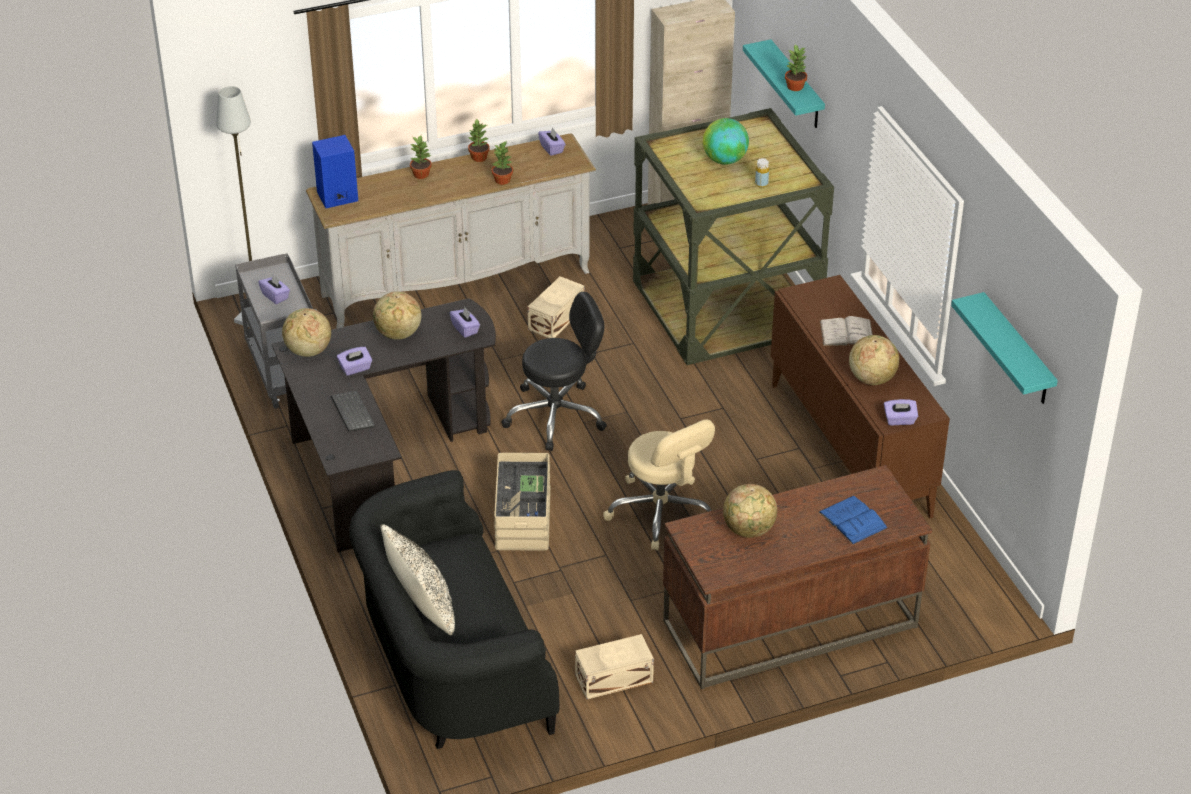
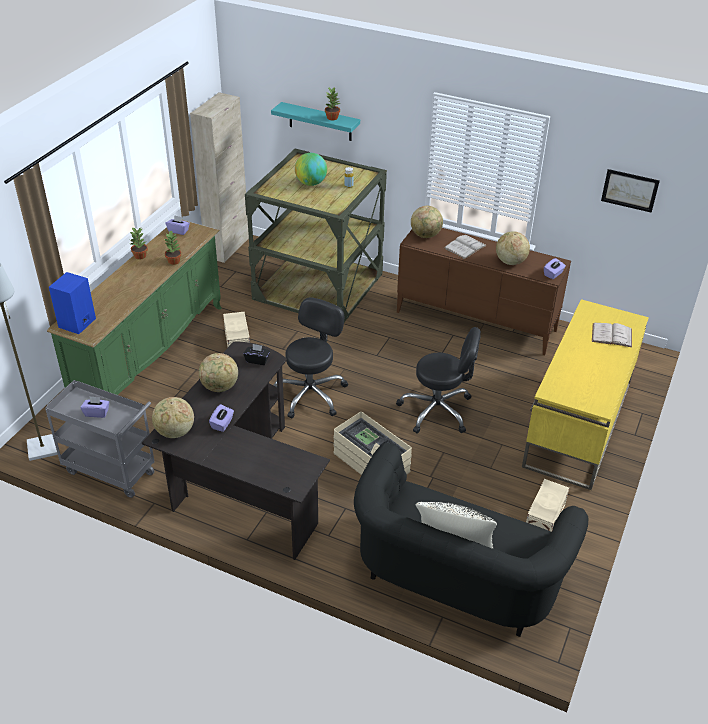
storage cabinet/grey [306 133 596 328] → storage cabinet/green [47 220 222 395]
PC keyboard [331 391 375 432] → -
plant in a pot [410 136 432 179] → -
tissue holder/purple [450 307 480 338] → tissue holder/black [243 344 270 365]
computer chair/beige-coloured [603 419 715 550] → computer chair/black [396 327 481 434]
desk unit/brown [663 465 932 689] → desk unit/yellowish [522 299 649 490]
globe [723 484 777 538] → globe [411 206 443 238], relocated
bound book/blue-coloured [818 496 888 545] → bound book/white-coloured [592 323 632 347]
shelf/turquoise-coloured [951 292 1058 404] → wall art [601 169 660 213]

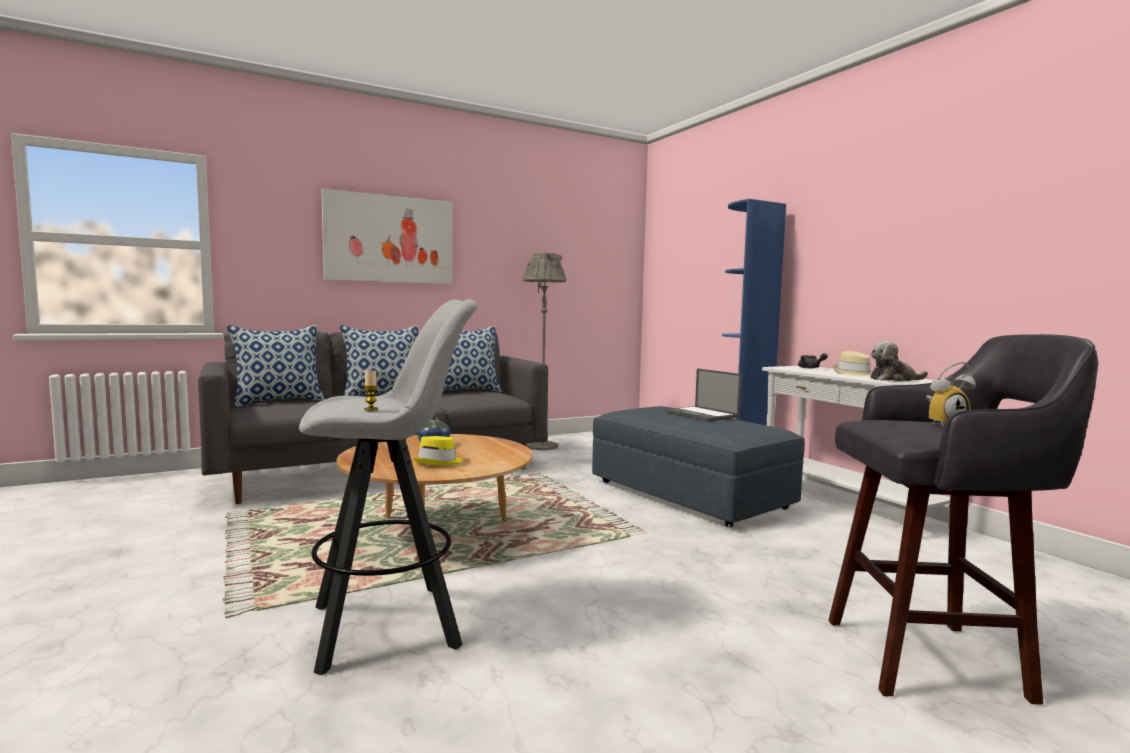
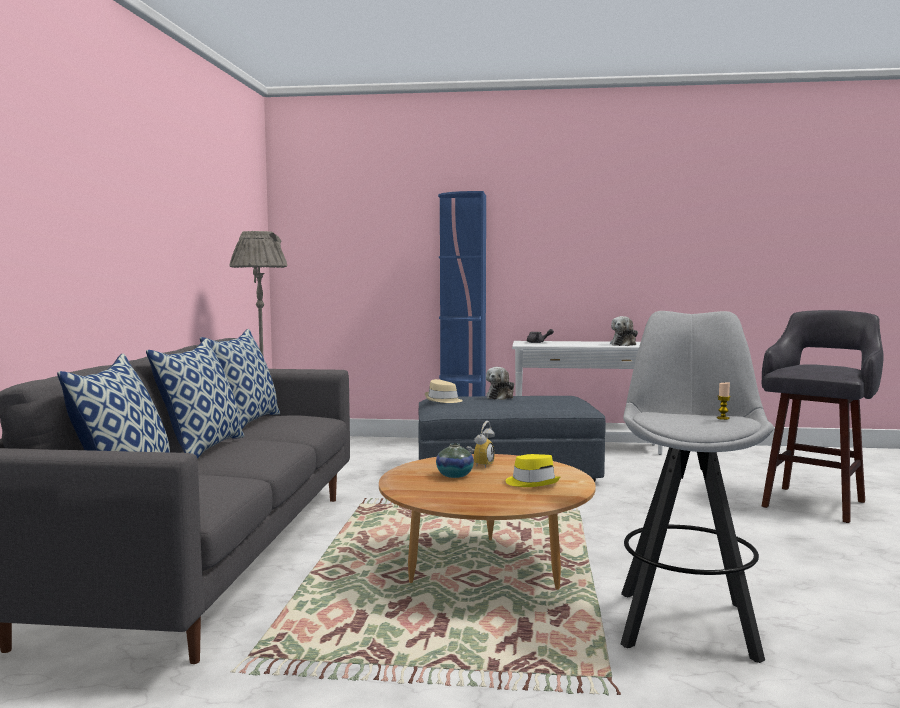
wall art [321 189 453 284] → -
laptop [665 368 742 422] → cuddly toy [486 367 514 400]
hat/beige-coloured [833 351 872 376] → hat/beige-coloured [425 379 463 403], relocated
alarm clock [925 362 976 427] → alarm clock [466 421 495 468], relocated

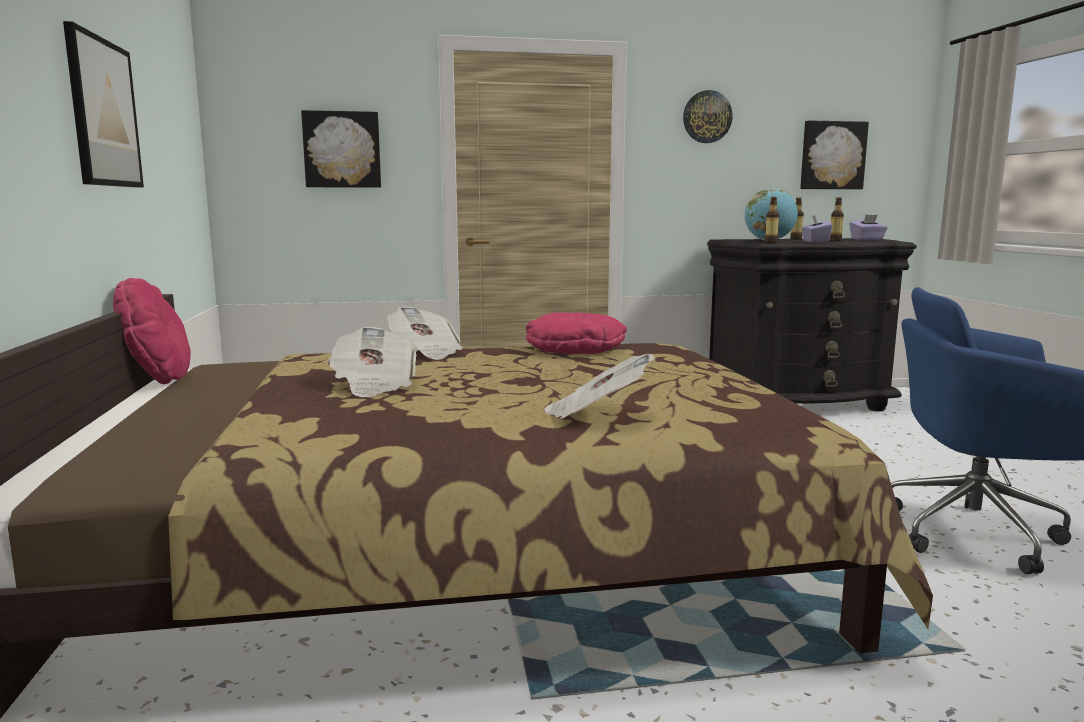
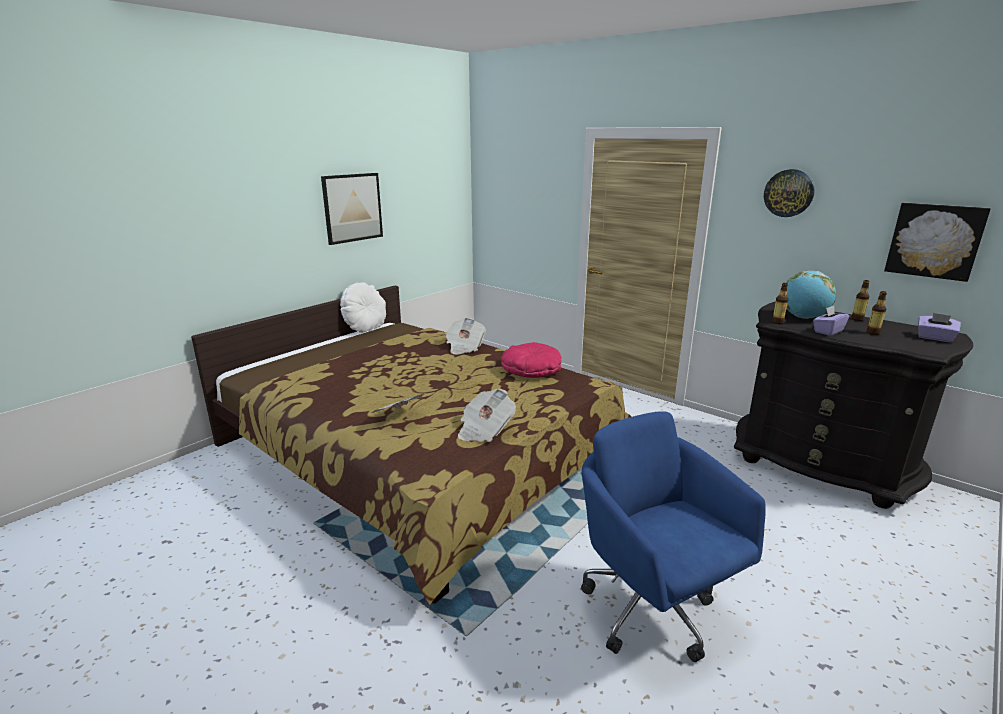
throw pillow/pink [113 278 191 384] → throw pillow/white-coloured [340 283 386 333]
wall art [301 110 381 188] → -
daily paper [328 327 417 397] → daily paper [458 389 516 442], relocated

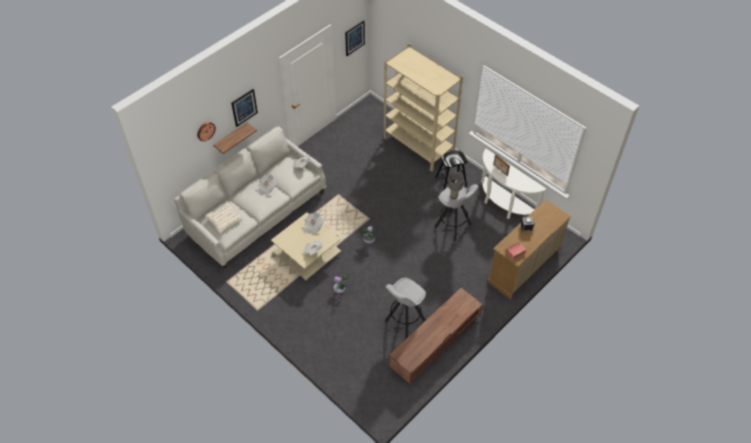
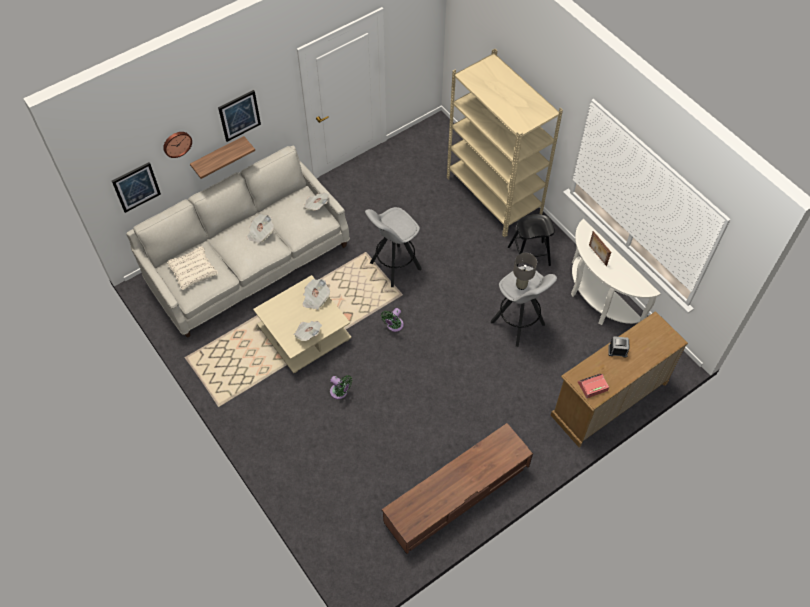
wall art [345 20 365 56] → wall art [112 162 161 213], relocated
sitting stool/grey [385 278 426 339] → sitting stool/grey [365 207 422 287], relocated

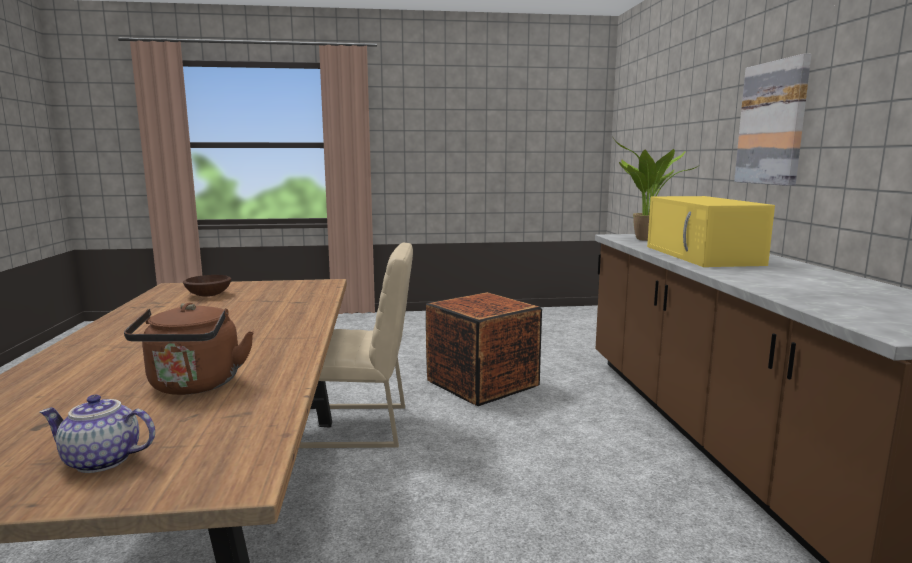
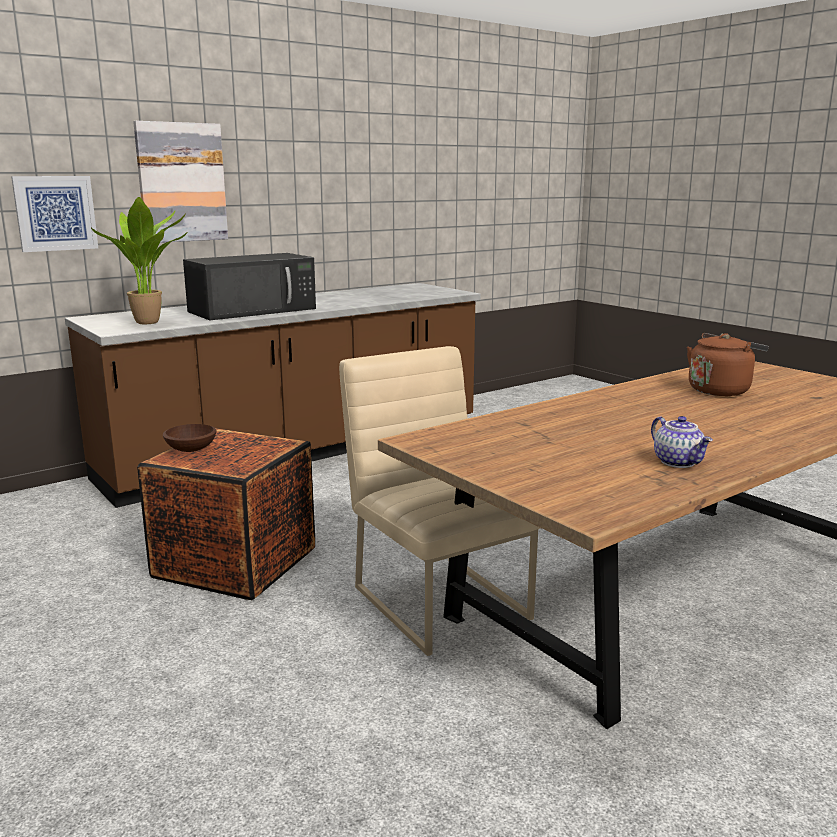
teapot [40 395 155 473] → teapot [651 416 713 468], relocated
bowl/brown [183 275 231 297] → bowl/brown [163 424 217 452], relocated
microwave oven/yellowish [647 196 775 267] → microwave oven/black [183 253 316 320]
- → wall art [11 176 98 252]

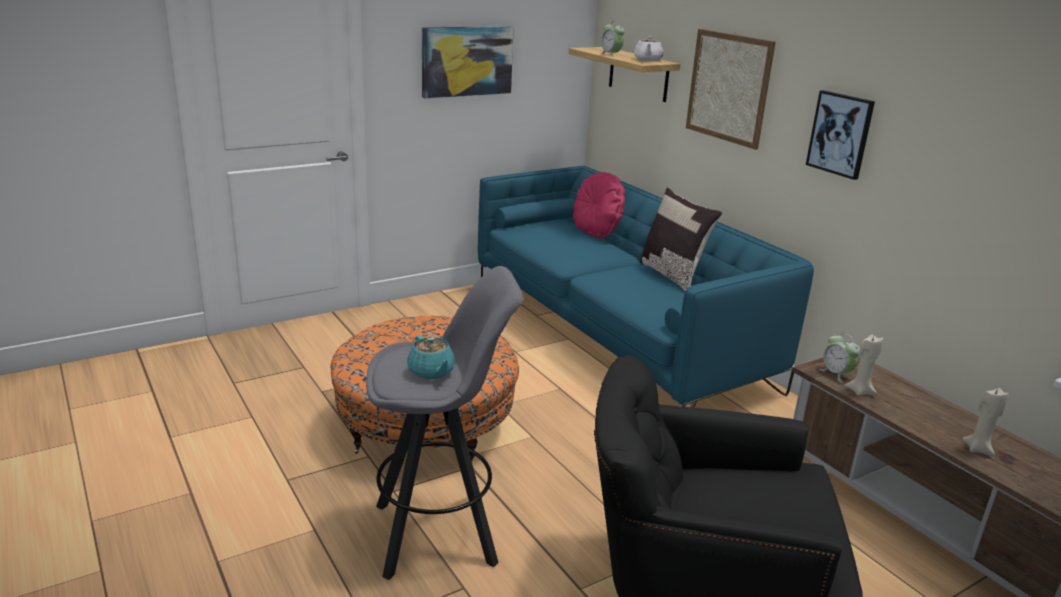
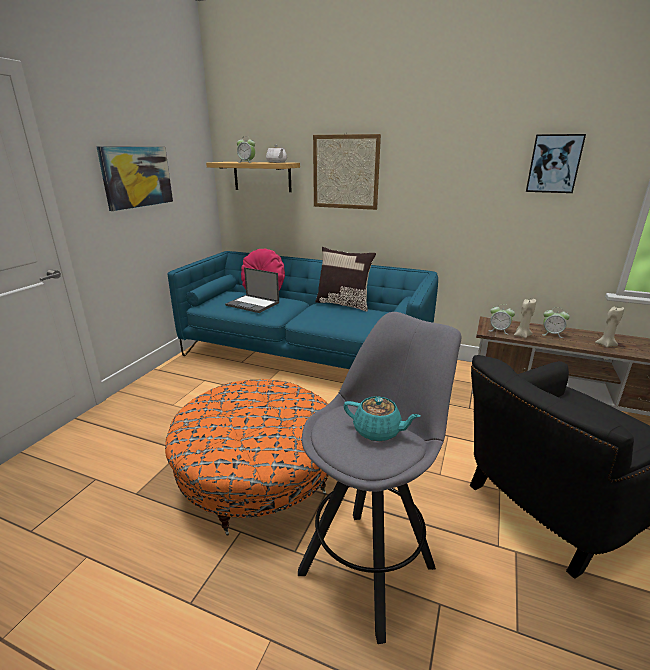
wall art [806 90 875 180] → wall art [526 134 586 193], relocated
- → laptop [225 267 279 313]
- → alarm clock [543 307 570 338]

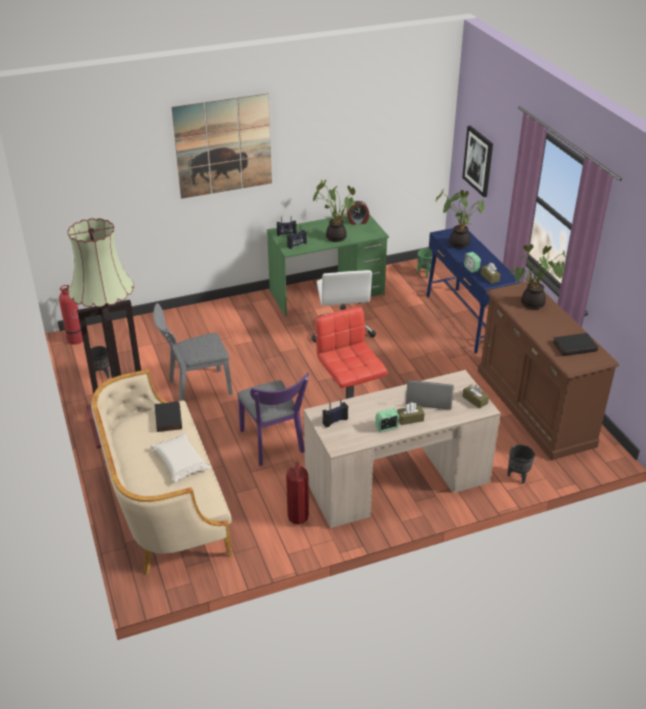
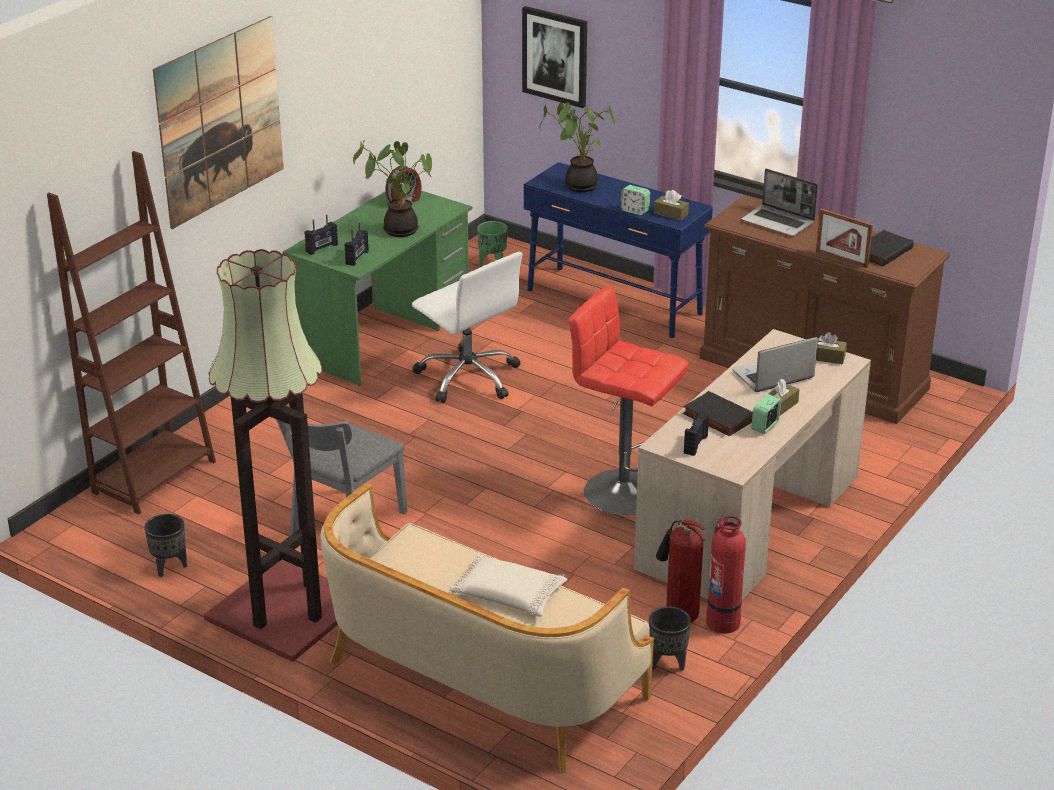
fire-fighting cylinder [59 285 83 345] → fire-fighting cylinder [706 516 746 634], relocated
bound book/black [155 401 182 432] → bound book/black [683 391 753 436], relocated
plain chair/purple [237 372 309 466] → -
planter/black [507 445 535 484] → planter/black [649 607 691 671], relocated
plant in a pot [510 244 568 309] → laptop [741 169 818 236]
- → bookcase/brown [47 151 216 514]
- → picture frame [816 209 873 268]

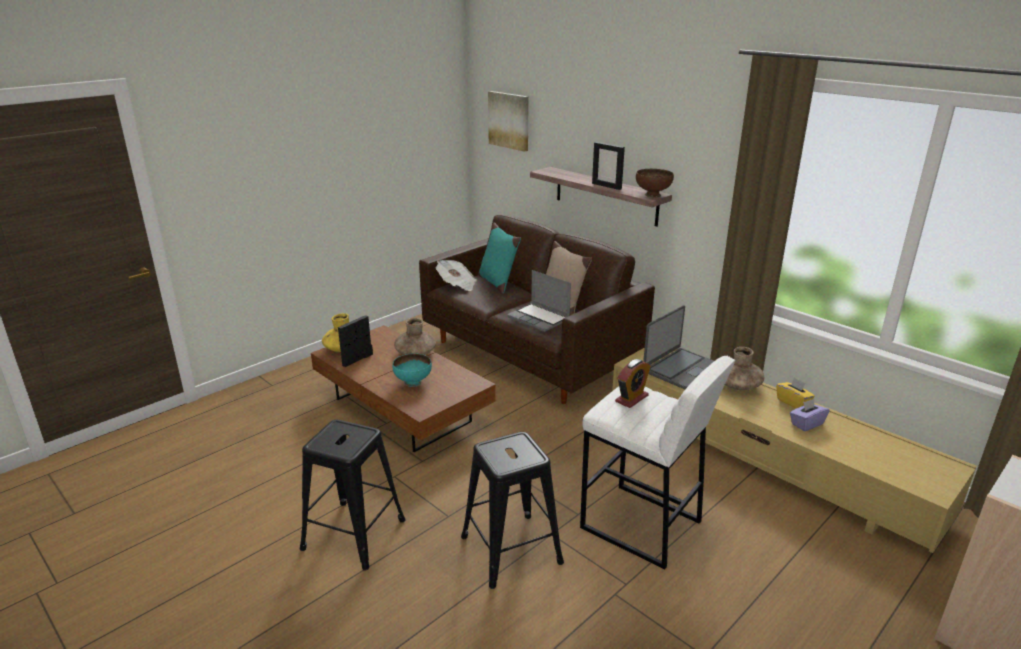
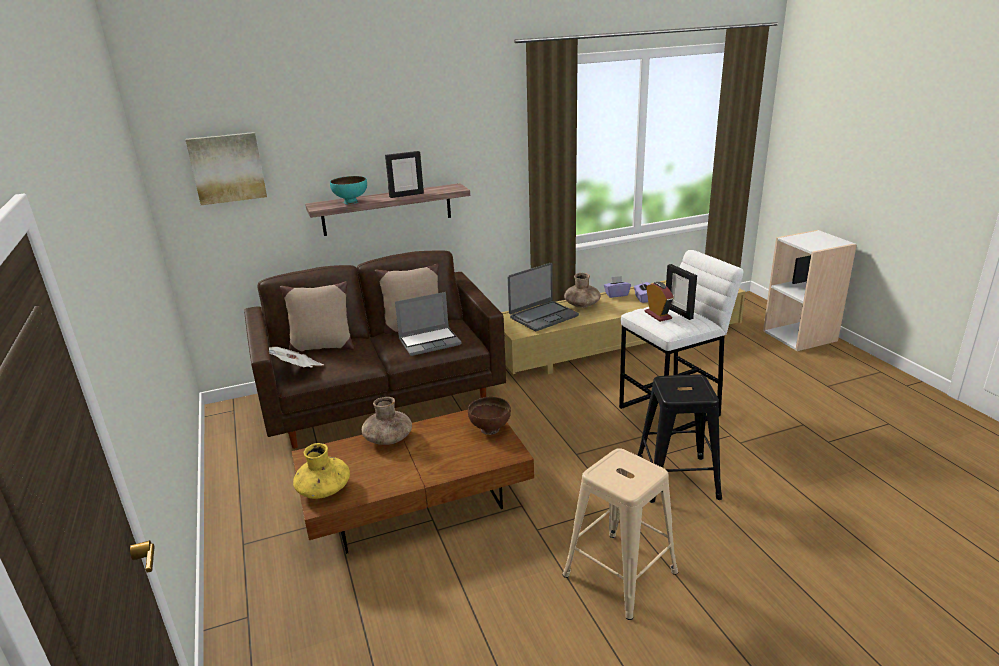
sitting stool/black [300 420 406 571] → sitting stool/beige-coloured [563 448 678 620]
picture frame [338 315 373 367] → picture frame [666 264 697 320], relocated
bowl/turquoise-coloured [393 353 432 387] → bowl/turquoise-coloured [330 176 367 204], relocated
throw pillow/turquoise-coloured [478 222 521 295] → throw pillow/beige-coloured [280 281 354 352]
bowl/brown [636 169 674 197] → bowl/brown [468 397 511 435], relocated
laptop [643 305 714 389] → laptop [508 263 579 331], 75 degrees clockwise
tissue holder/yellowish [776 377 815 409] → tissue holder/purple [604 276 631 298]

